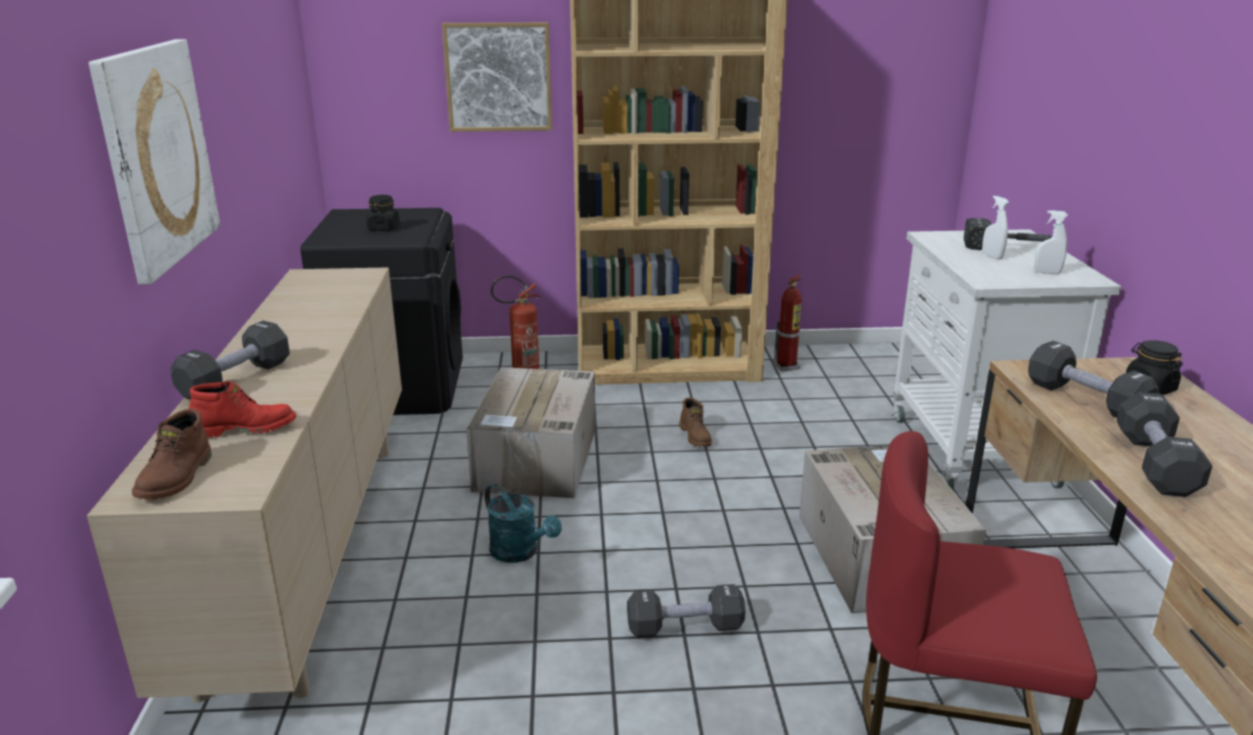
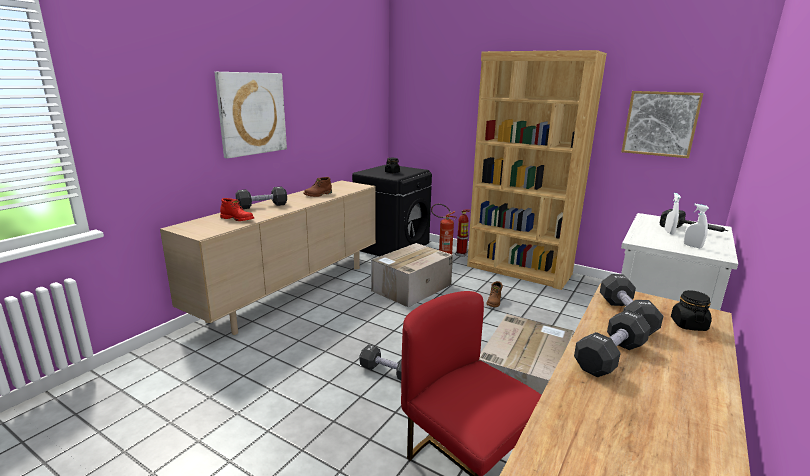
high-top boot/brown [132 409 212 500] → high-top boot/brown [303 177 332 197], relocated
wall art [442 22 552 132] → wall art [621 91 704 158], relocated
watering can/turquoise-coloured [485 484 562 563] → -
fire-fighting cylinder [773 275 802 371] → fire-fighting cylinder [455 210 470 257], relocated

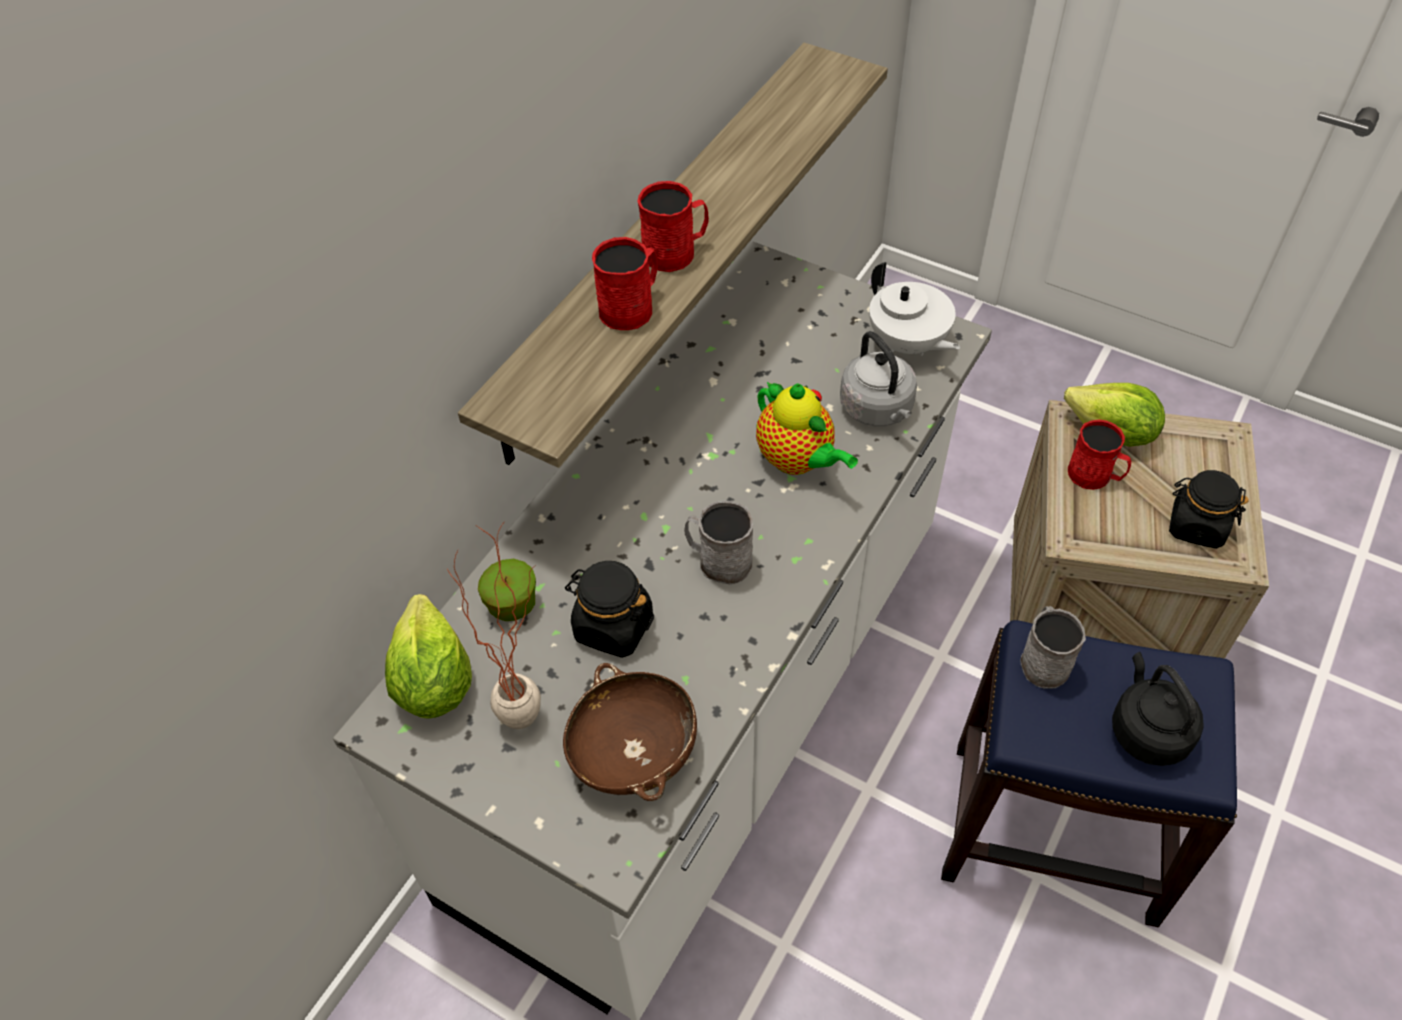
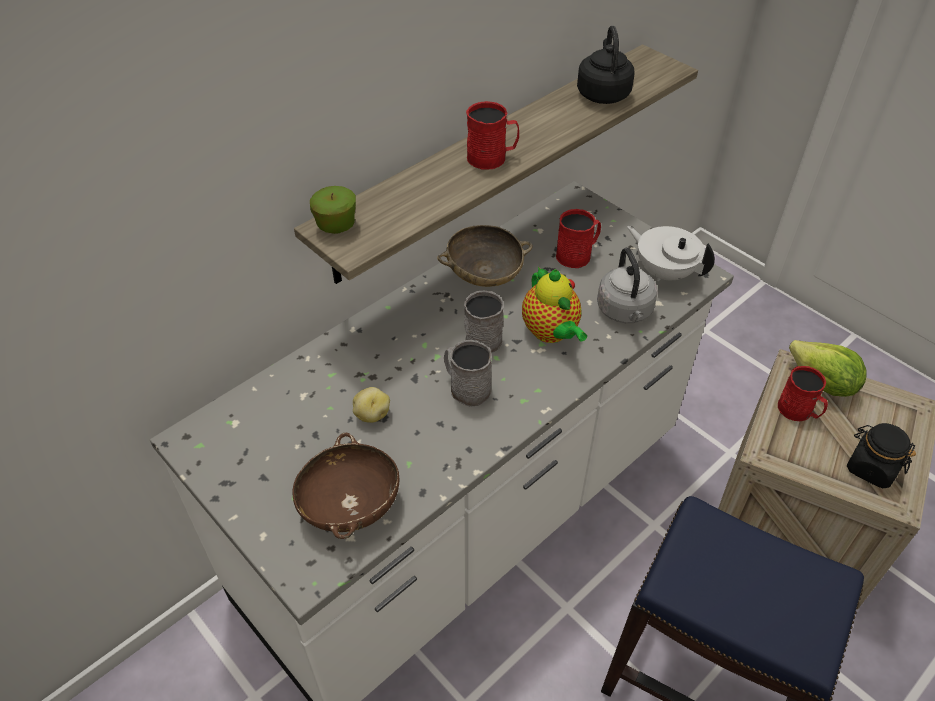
lettuce [385 594 472 719] → -
plant in a pot [447 520 541 729] → -
whole apple [478 559 536 621] → whole apple [310 186 356 234], relocated
jar/black [565 561 654 658] → potato [353 387 390 423]
mug/red [592 237 658 330] → mug/red [556 209 601 268], relocated
teapot/white-coloured [869 262 960 356] → teapot/white-coloured [627 226 715 281], 150 degrees clockwise
mug/grey [1020 606 1086 689] → mug/grey [464 291 503 353], relocated
kettle/black [1112 652 1204 766] → kettle/black [577 25 634 104], relocated
- → bowl/beige-coloured [437 225 533 287]

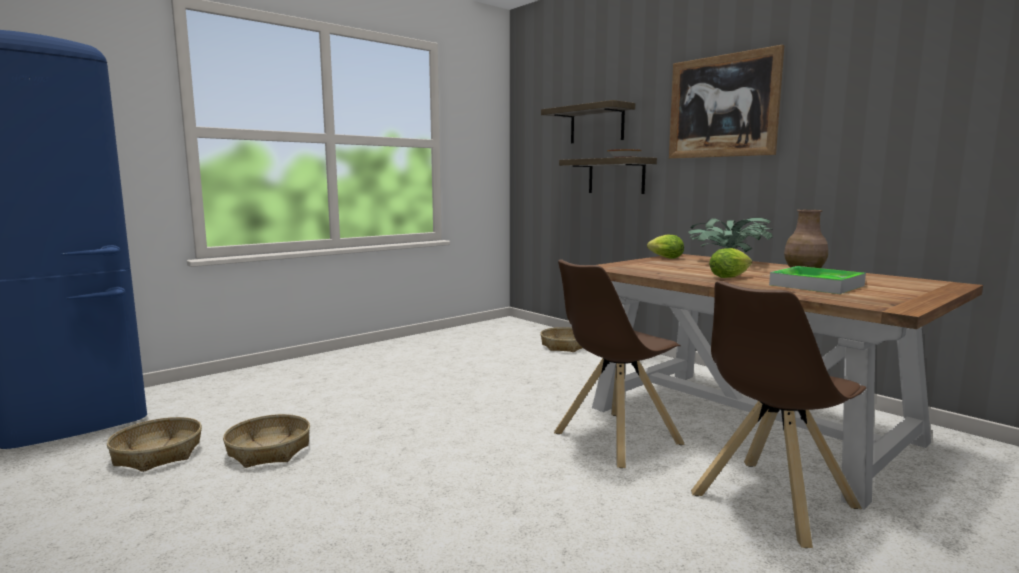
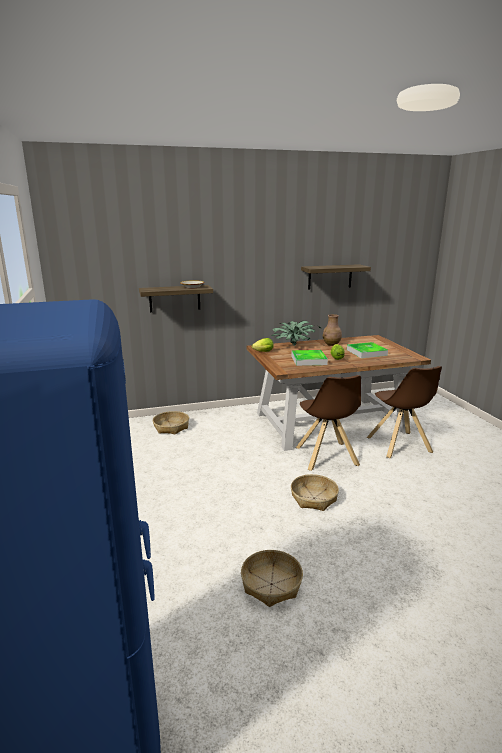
storage basket [107 417 202 472] → storage basket [291 474 339 511], relocated
shelf [541 100 635 143] → shelf [301 264 371 289], relocated
wall art [669 45 784 159] → -
- → tray [291 350 328 366]

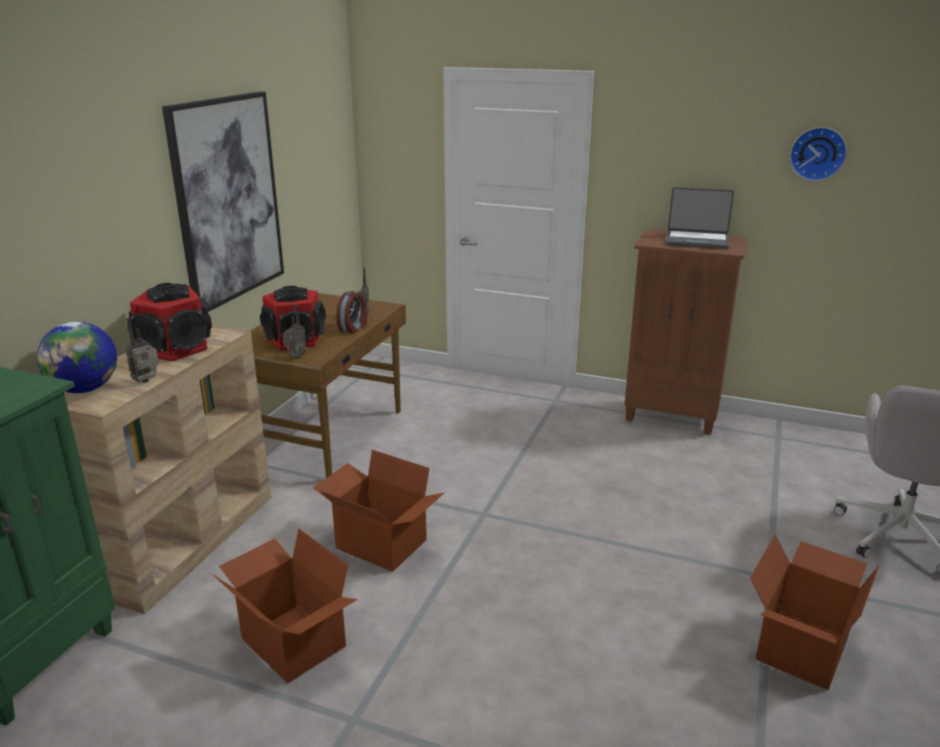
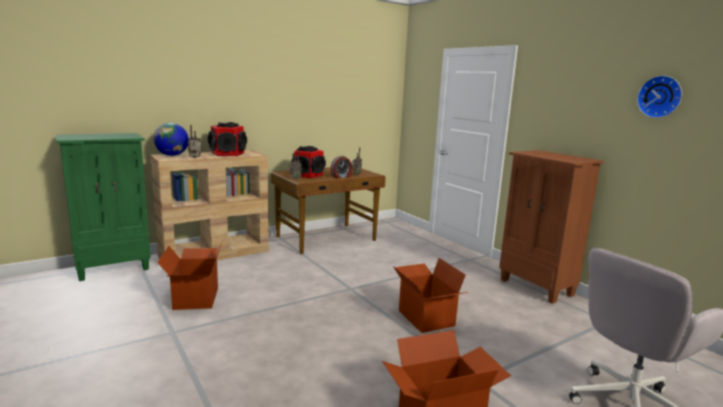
wall art [162 91 284 312] → -
packing box [313 450 444 572] → packing box [393 258 469 333], relocated
laptop [666 187 734 249] → -

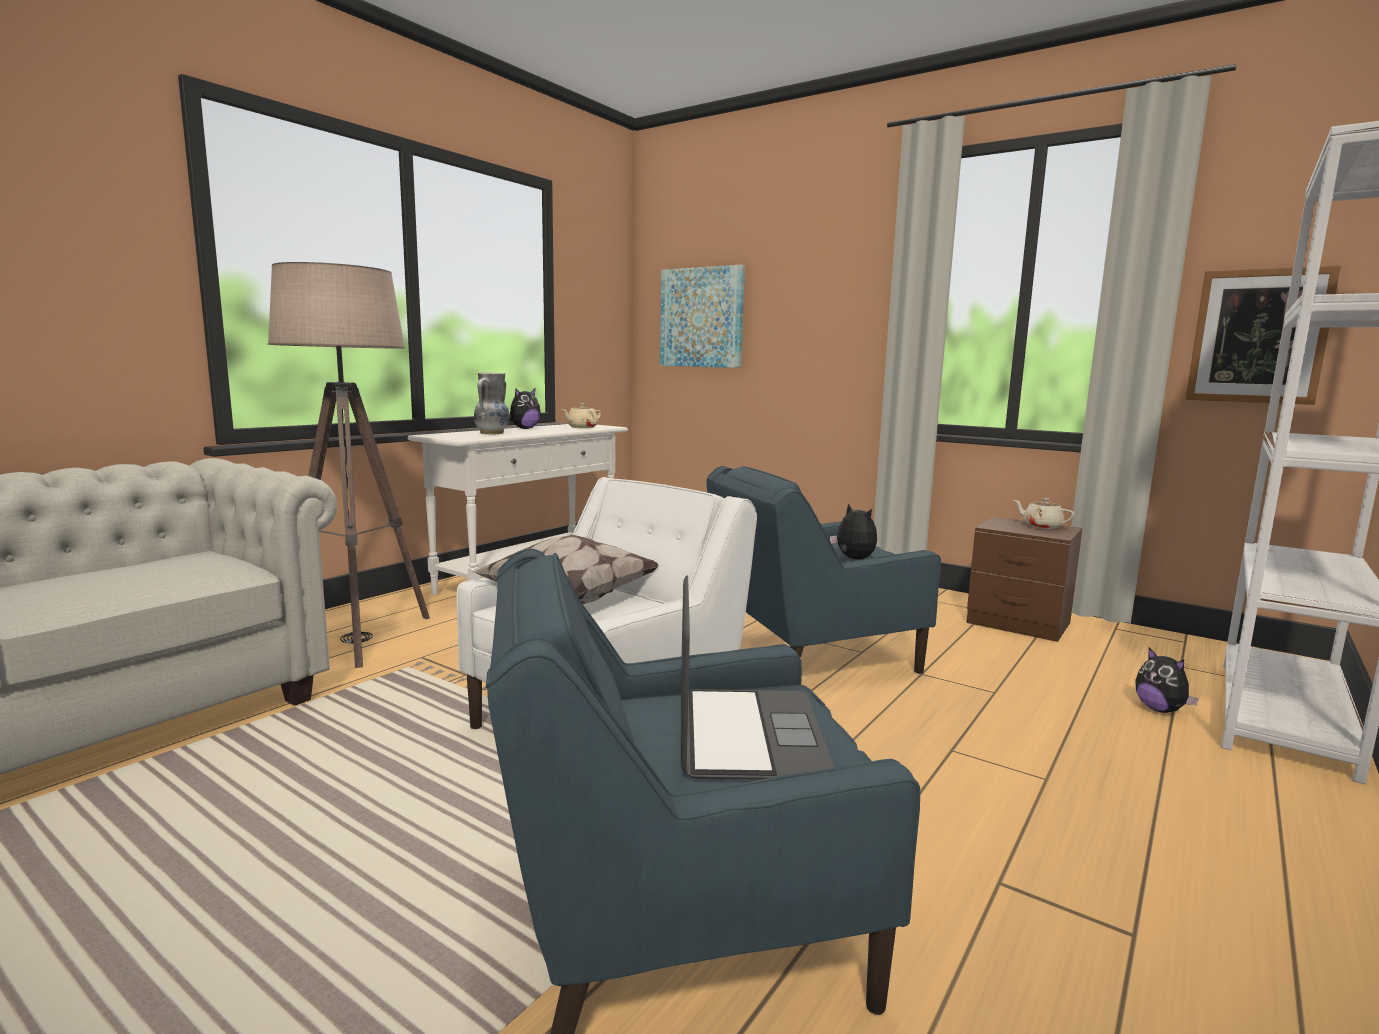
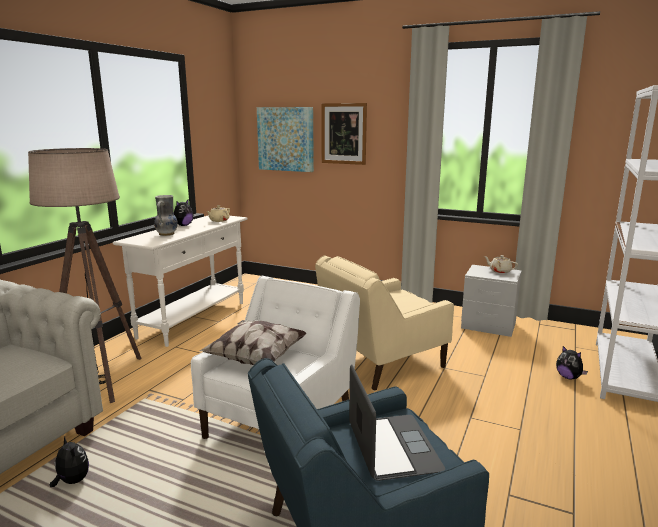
easy chair/blue-coloured [706 466 941 674] → easy chair/beige-coloured [315 256 454 391]
cuddly toy [830 503 877 560] → cuddly toy [50 437 89 487], relocated
nightstand/brown [966 517 1083 642] → nightstand/grey [461 265 522 337]
wall art [1186 265 1341 405] → wall art [321 103 367 165], relocated

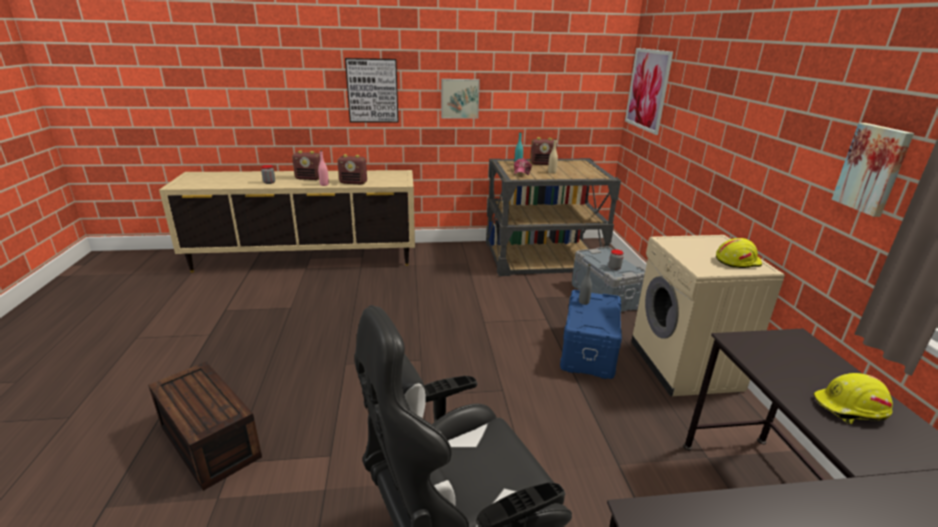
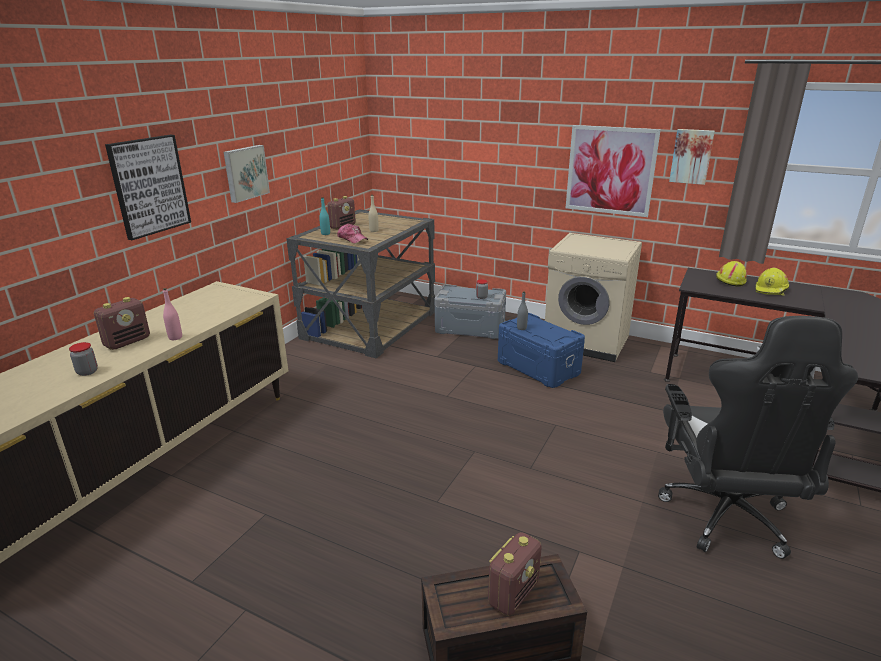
radio receiver [337 154 367 185] → radio receiver [488 532 542 616], relocated
wall art [625 48 673 135] → wall art [566 125 661 217], relocated
work helmet/yellowish [716 238 762 268] → work helmet/yellowish [716 261 747 287], relocated

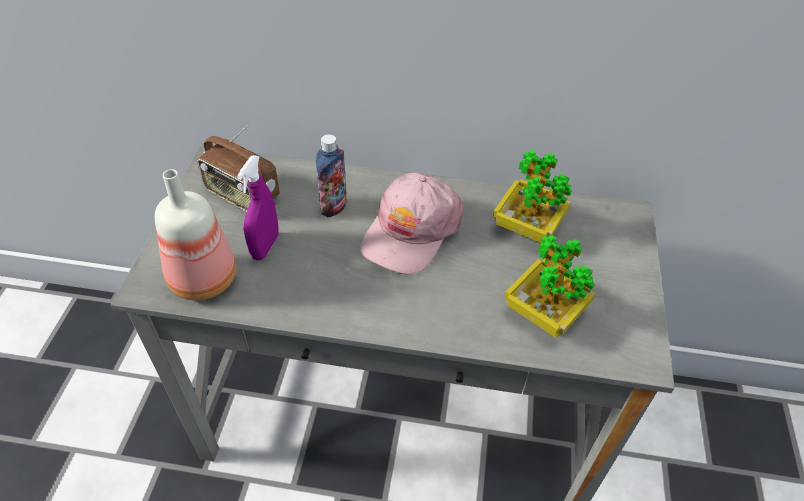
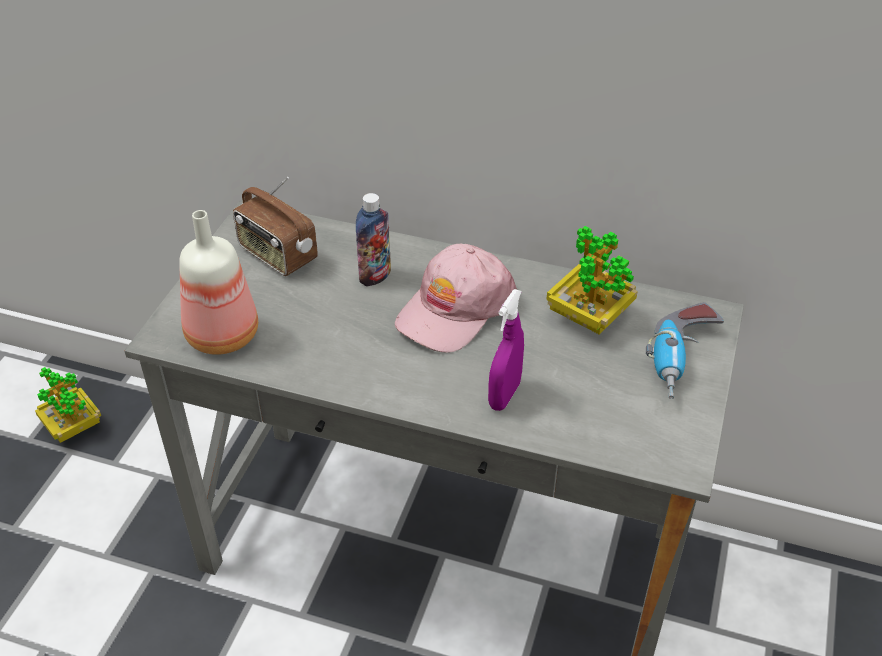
spray bottle/purple [237 155 279 260] → spray bottle/purple [488 289 524 411], relocated
plant in a pot [505 235 596 338] → plant in a pot [35 367 101 443], relocated
- → electric drill [646 302 724 399]

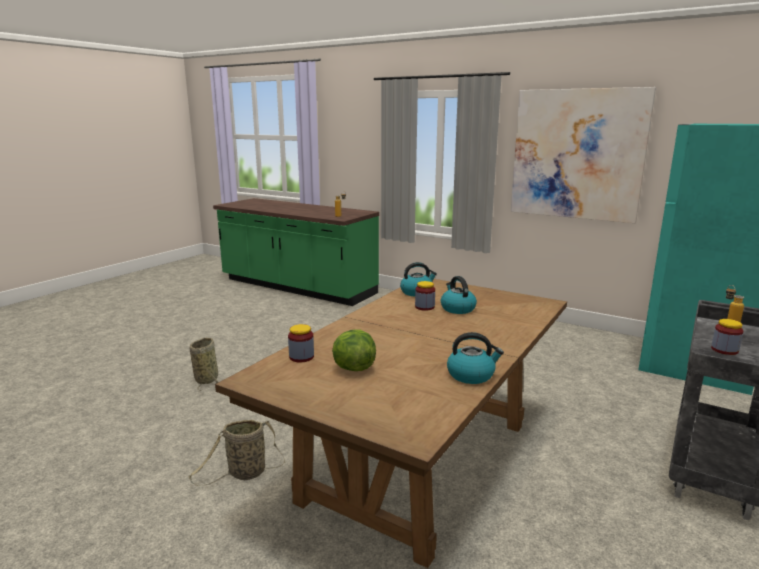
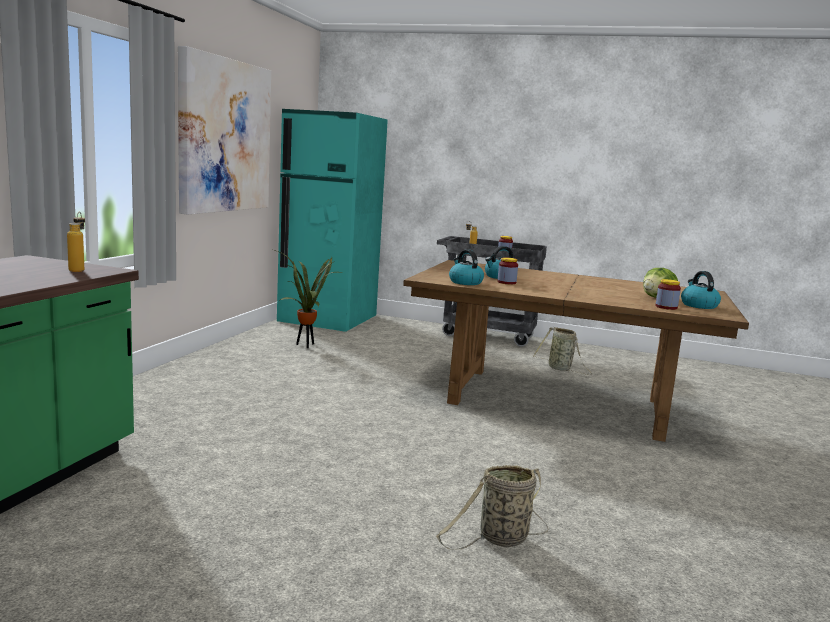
storage basket [189 420 285 486] → storage basket [533 327 592 375], relocated
kettle [447 332 504 384] → kettle [681 271 721 309], relocated
- → plant in a pot [274 250 335 348]

